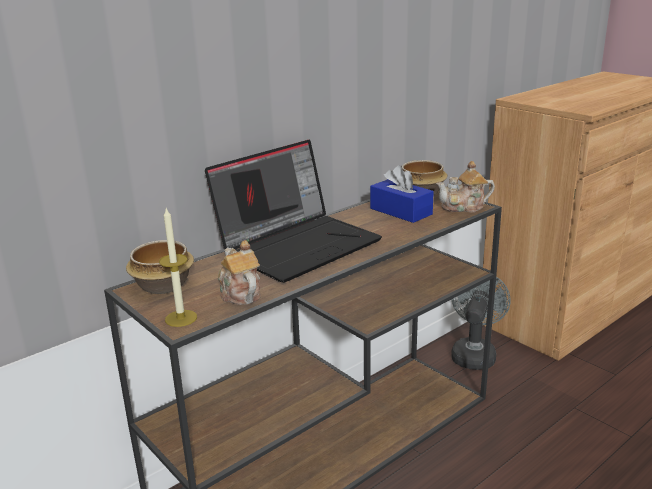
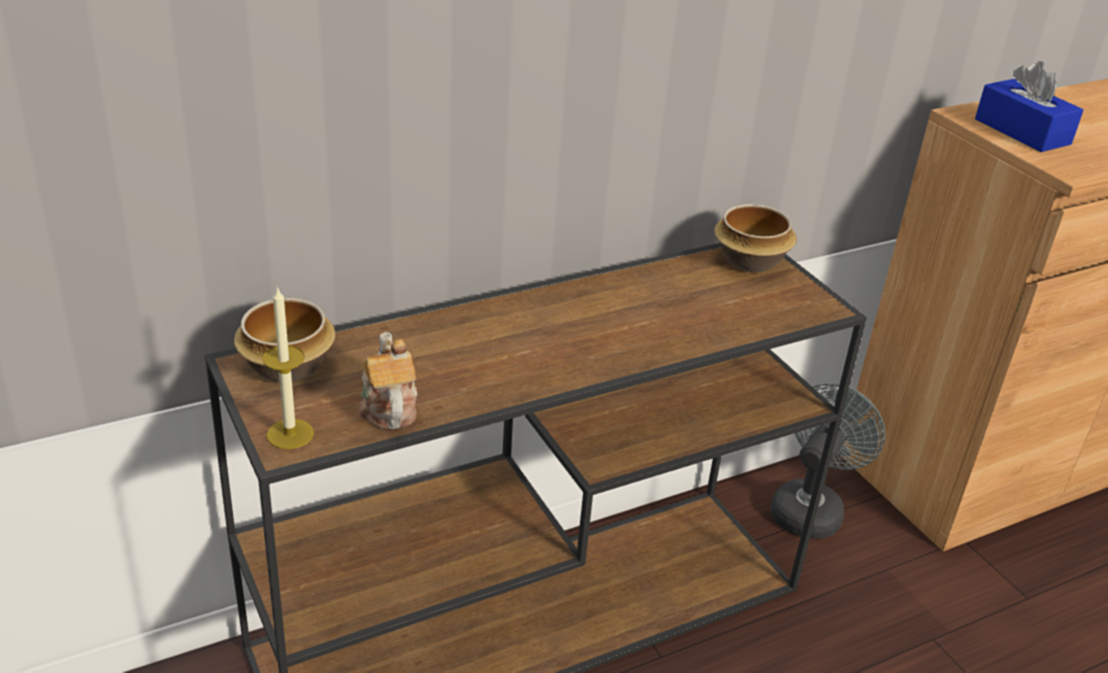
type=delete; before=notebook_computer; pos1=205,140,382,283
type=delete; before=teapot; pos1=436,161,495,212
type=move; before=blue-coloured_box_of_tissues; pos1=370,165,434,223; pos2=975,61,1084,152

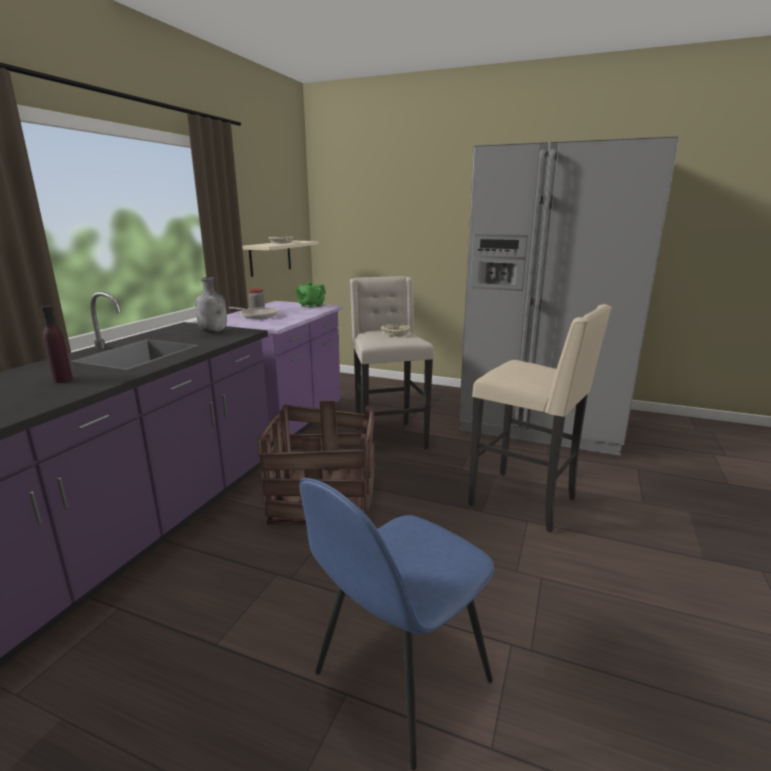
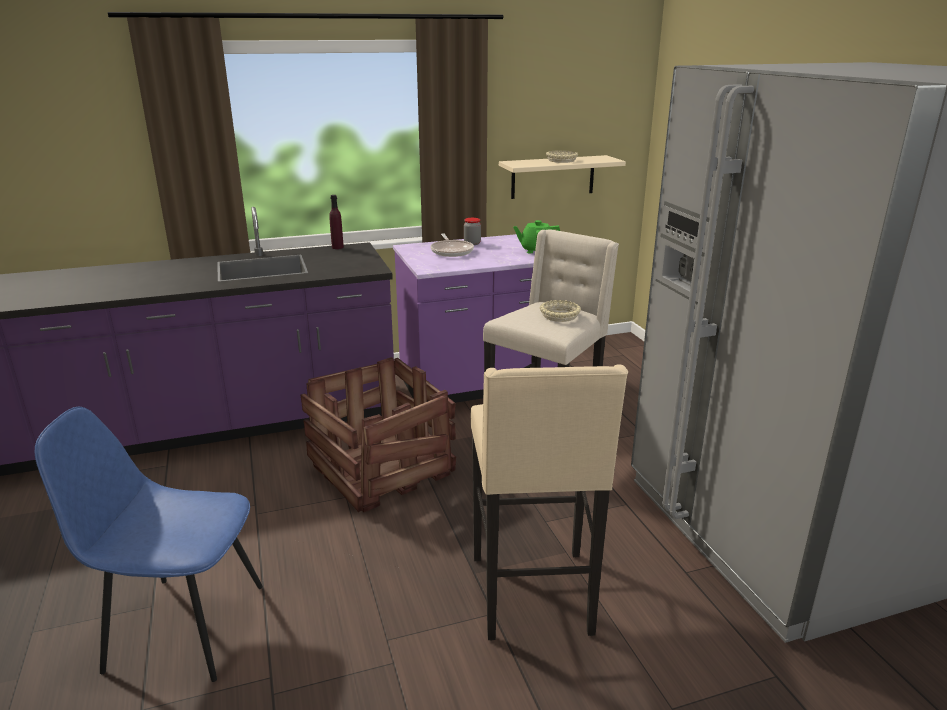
type=delete; before=greyish_drink_bottle; pos1=195,277,227,333
type=move; before=purple_drink_bottle; pos1=41,306,73,383; pos2=329,195,344,249

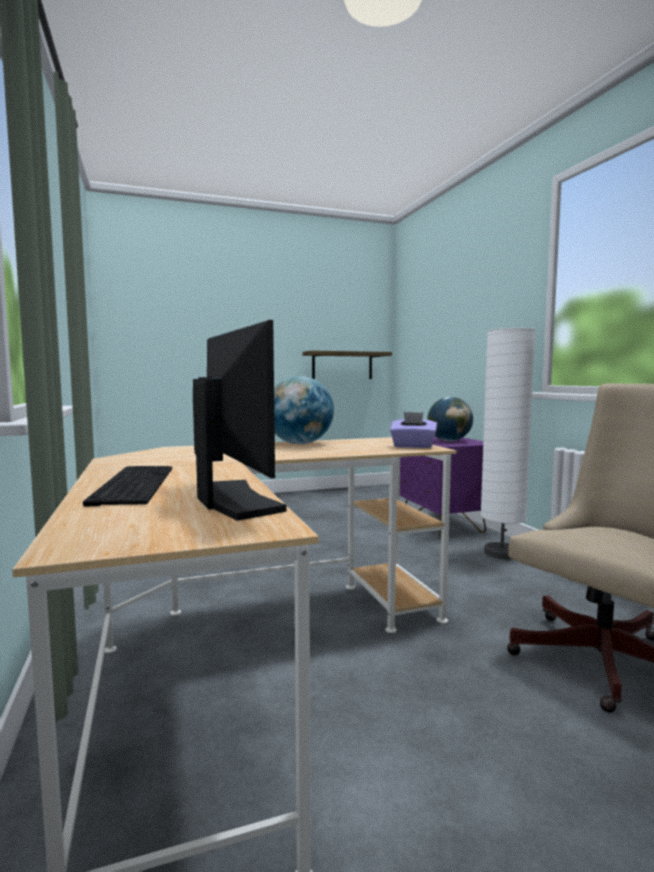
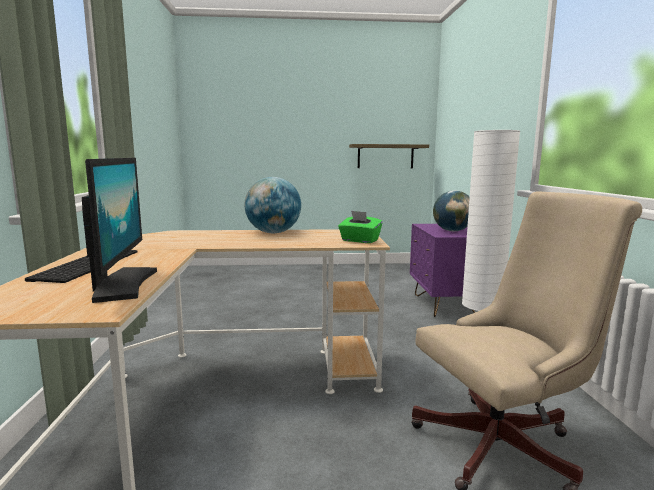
type=recolor; before=purple_box_of_tissues; after=green-coloured_box_of_tissues; pos1=390,412,437,448; pos2=338,211,383,243

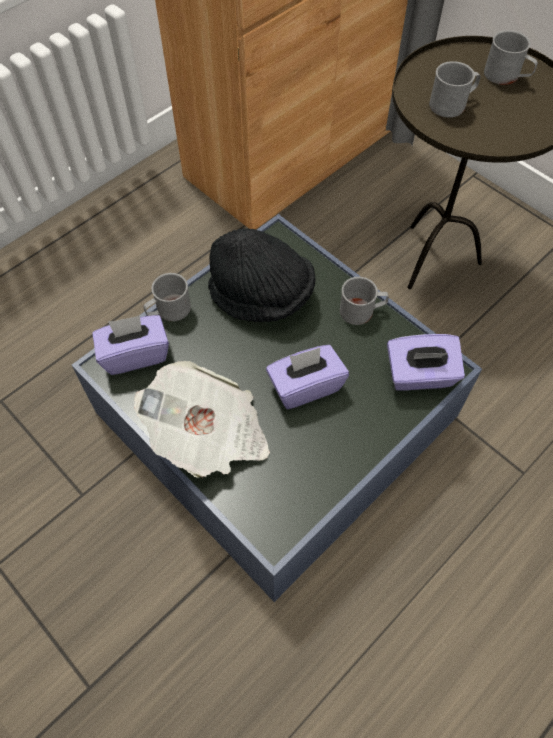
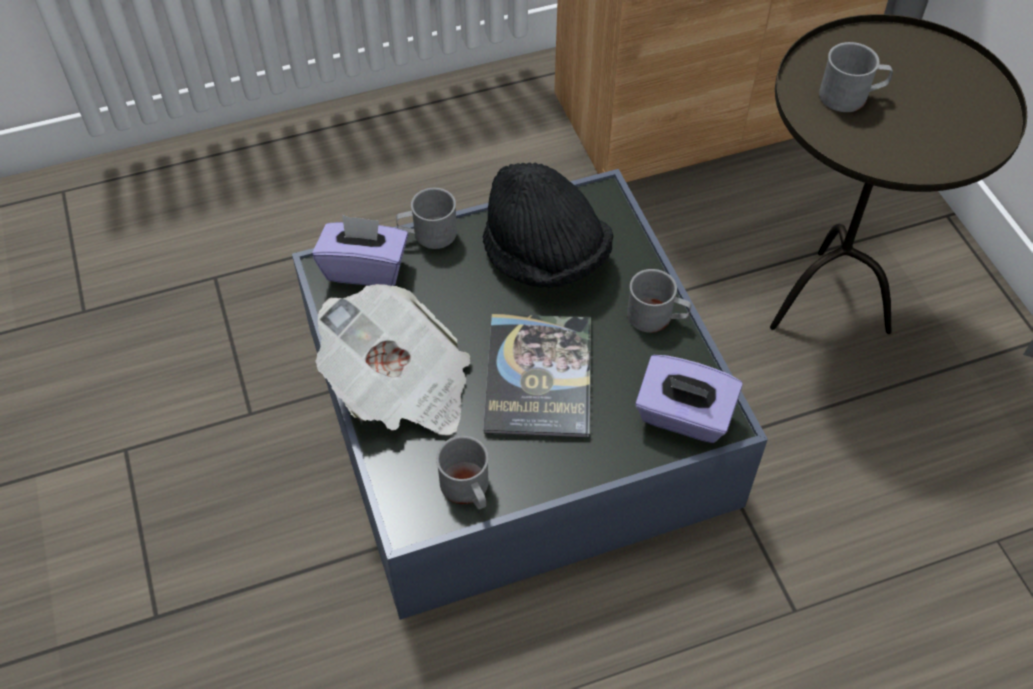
type=move; before=greyish_mug; pos1=484,30,538,85; pos2=436,436,489,510
type=replace; before=purple_box_of_tissues; after=bound_book; pos1=266,345,349,409; pos2=483,314,591,438

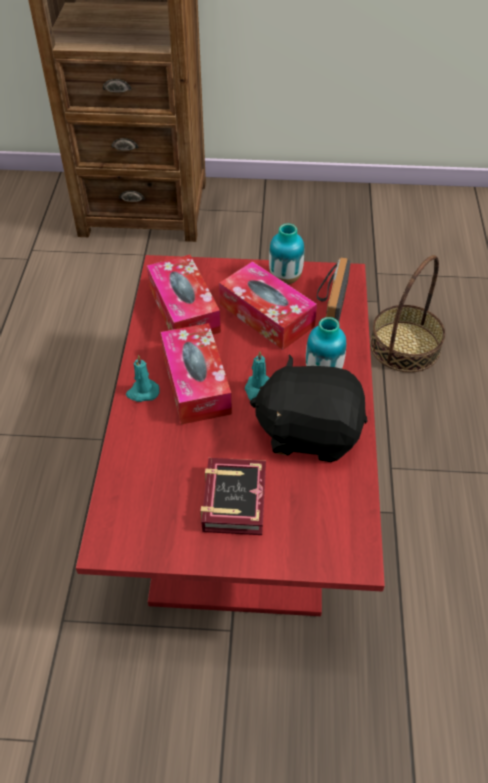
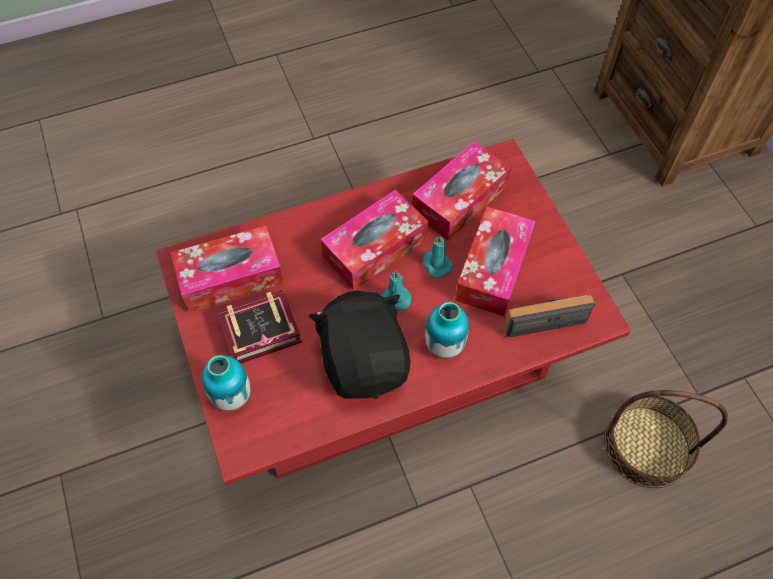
type=insert; after=box_of_tissues; pos2=171,226,284,312
type=move; before=turquoise-coloured_wax_candle; pos1=126,355,160,402; pos2=422,235,453,278
type=move; before=vase; pos1=269,223,304,284; pos2=202,355,251,412

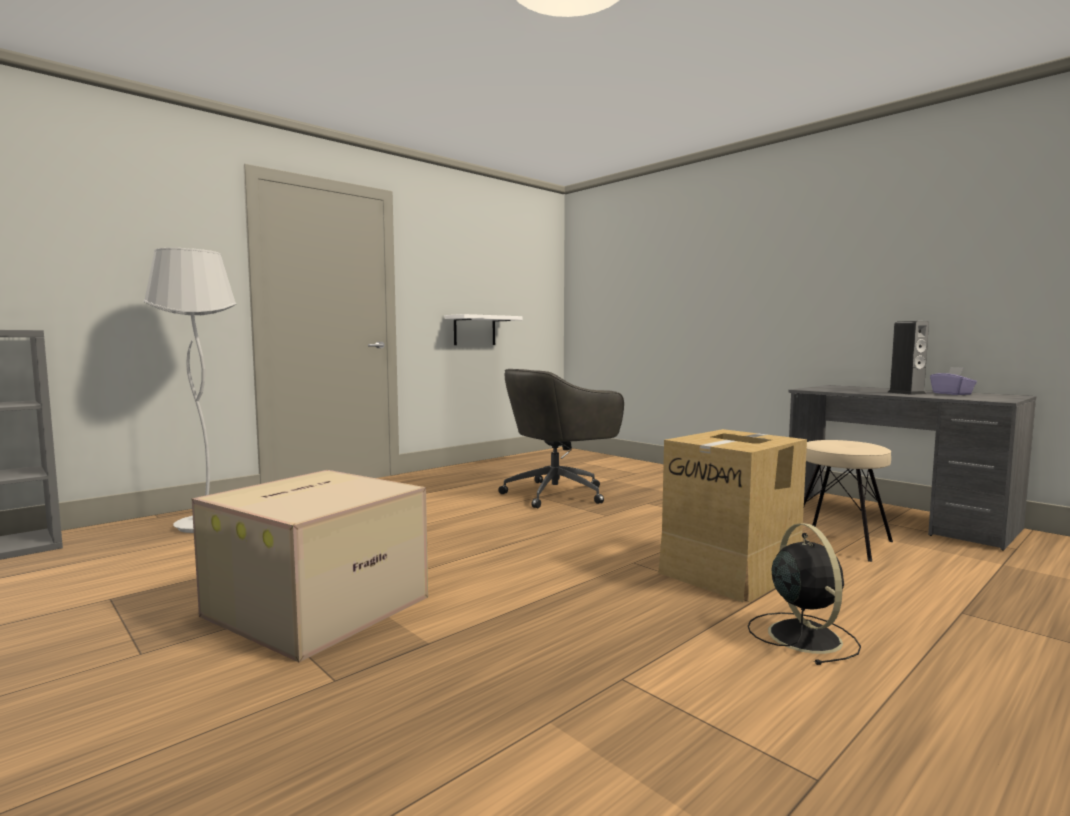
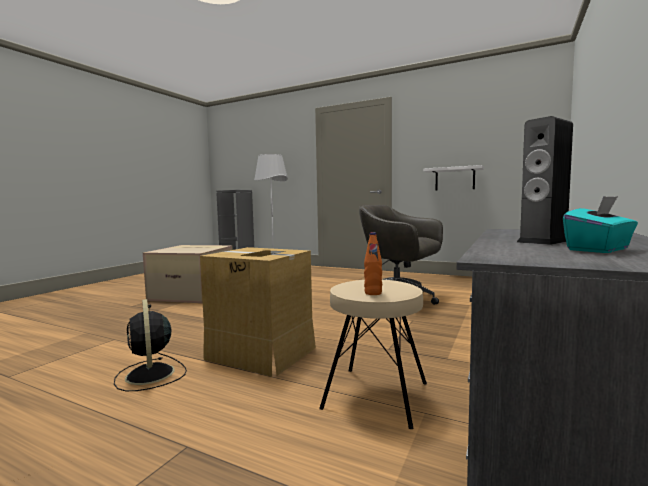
type=insert; after=orangey_drink_bottle; pos2=364,232,382,295
type=recolor; before=purple_box_of_tissues; after=turquoise-coloured_box_of_tissues; pos1=930,367,977,395; pos2=563,196,638,253
type=rotate; before=black_fan; pos1=748,523,861,665; pos2=114,299,187,391; turn=90

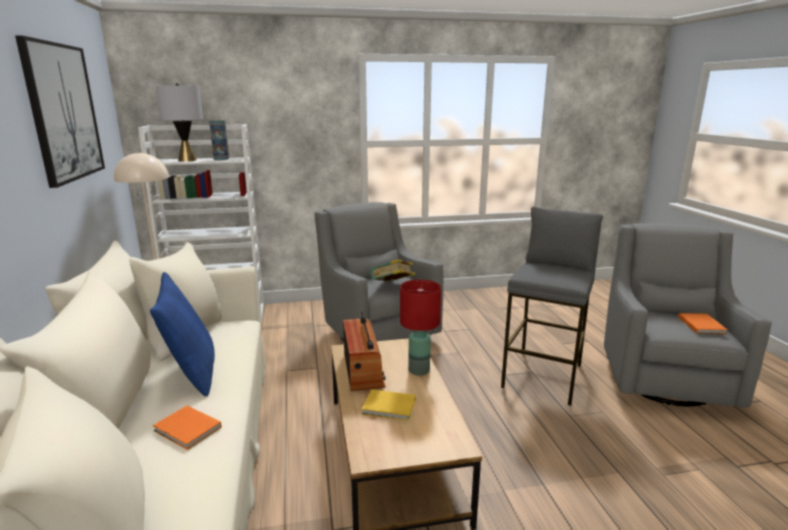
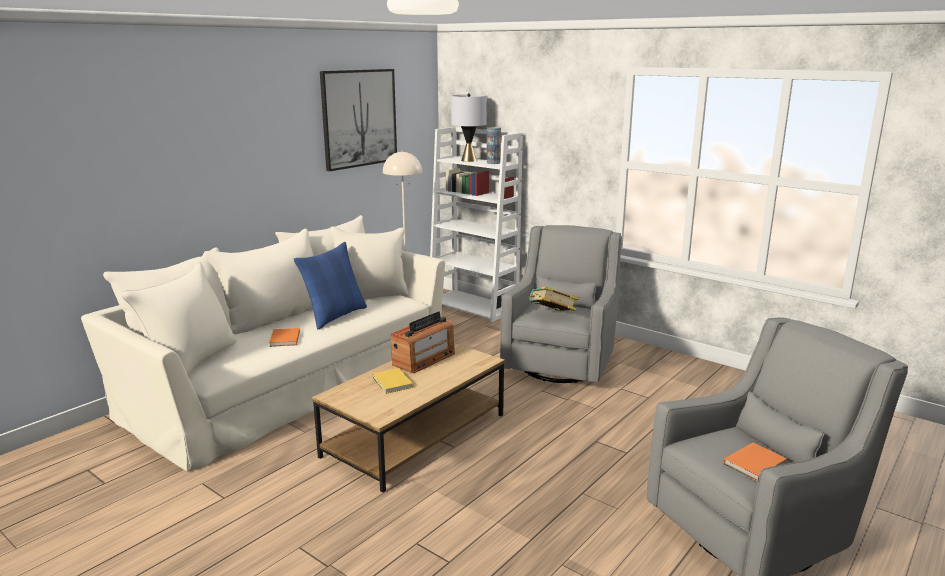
type=delete; before=red-coloured_tabletop_lamp; pos1=400,280,441,376
type=delete; before=greyish_stool_seat; pos1=501,207,603,405

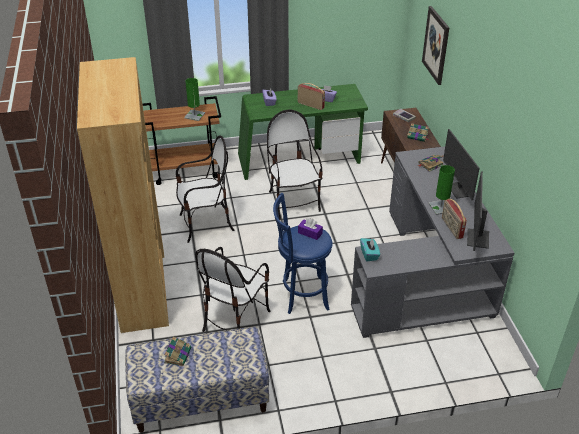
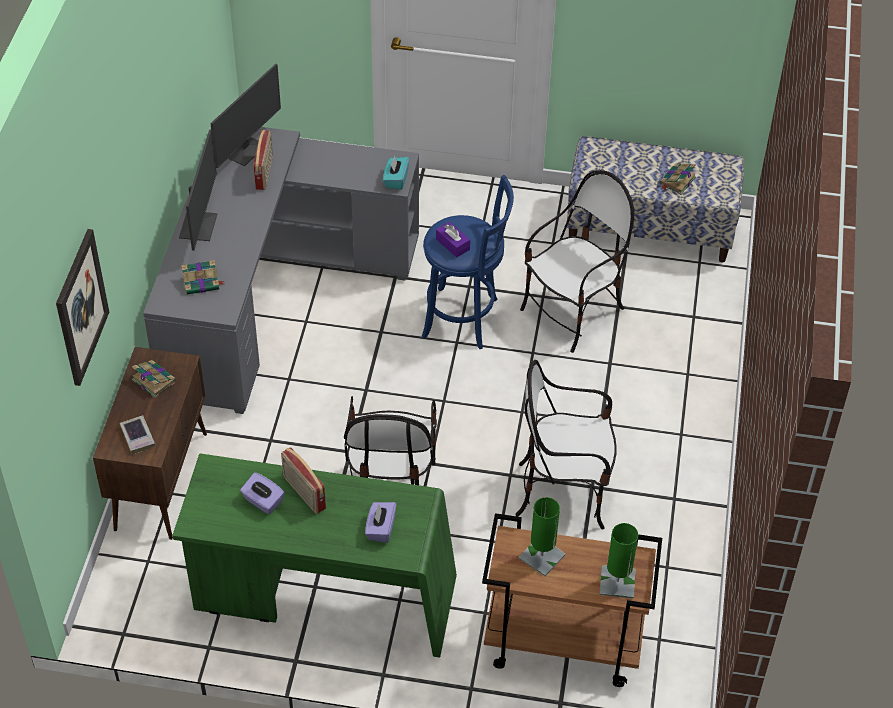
type=delete; before=brown-coloured_bookshelf; pos1=77,57,169,333
type=move; before=green-coloured_tabletop_lamp; pos1=429,165,455,215; pos2=600,523,638,599

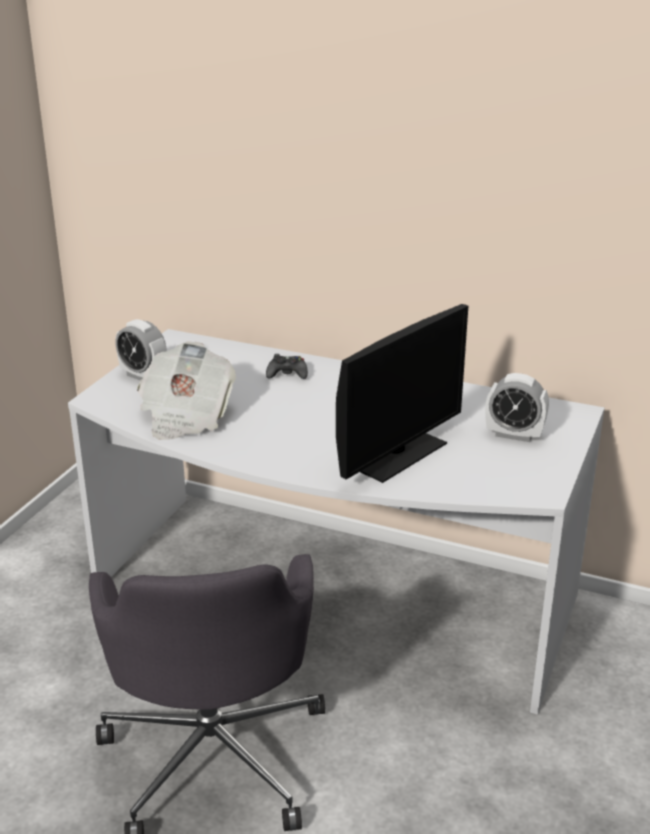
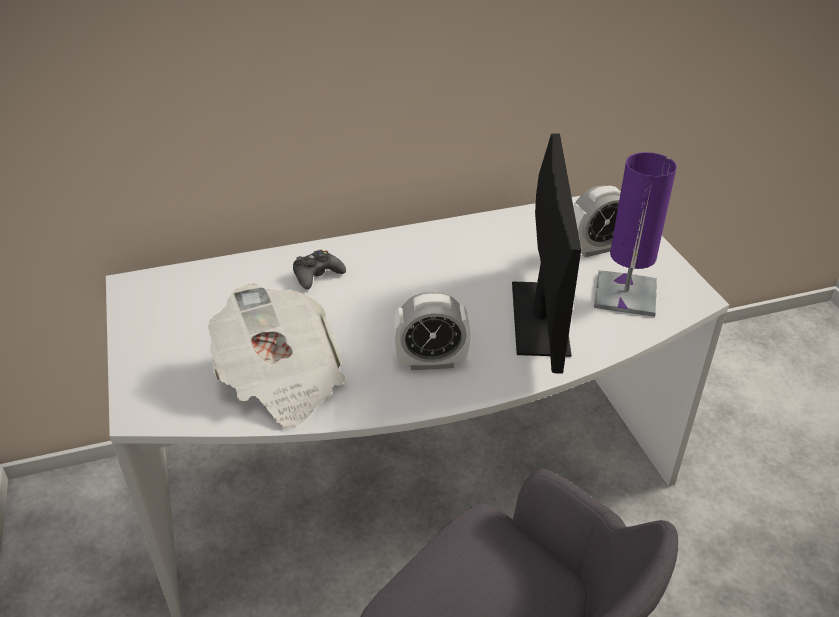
type=insert; after=purple_tabletop_lamp; pos2=594,152,677,317
type=move; before=alarm_clock; pos1=116,319,167,381; pos2=394,291,471,370

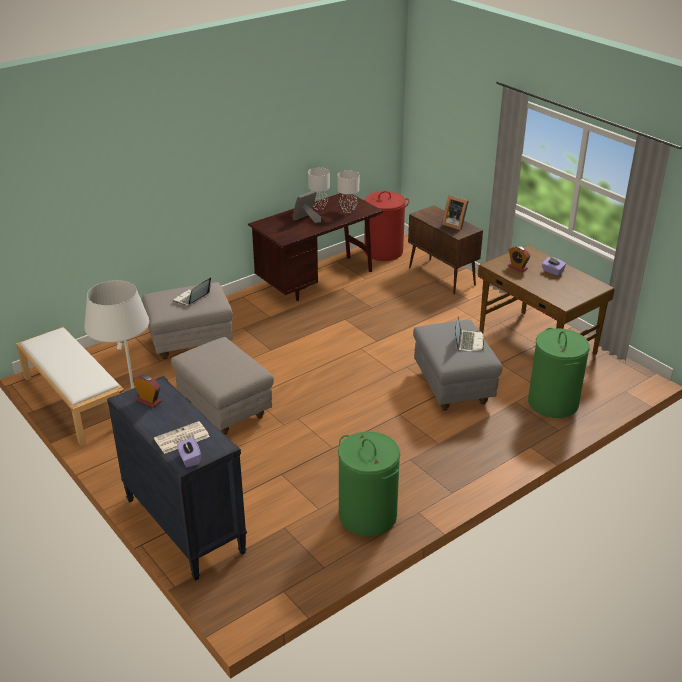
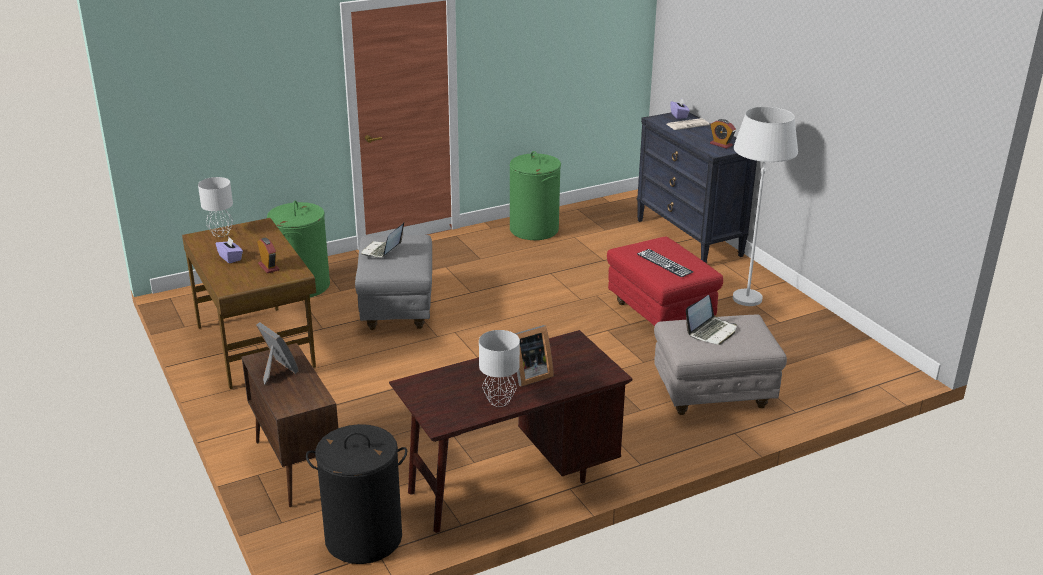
type=delete; before=white_bench; pos1=16,327,124,445
type=insert; after=computer_keyboard; pos2=637,249,693,277
type=move; before=greyish_tabletop_lamp; pos1=337,170,359,213; pos2=198,177,233,237
type=recolor; before=greyish_pouffe; after=red-coloured_pouffe; pos1=171,337,274,435; pos2=607,236,723,326
type=recolor; before=red-coloured_laundry_basket; after=black_laundry_basket; pos1=364,191,409,261; pos2=306,424,407,564

